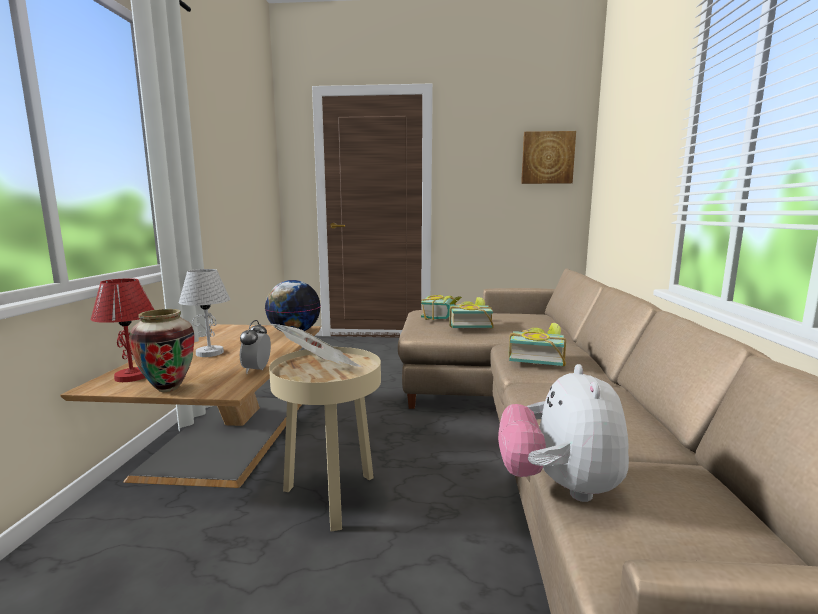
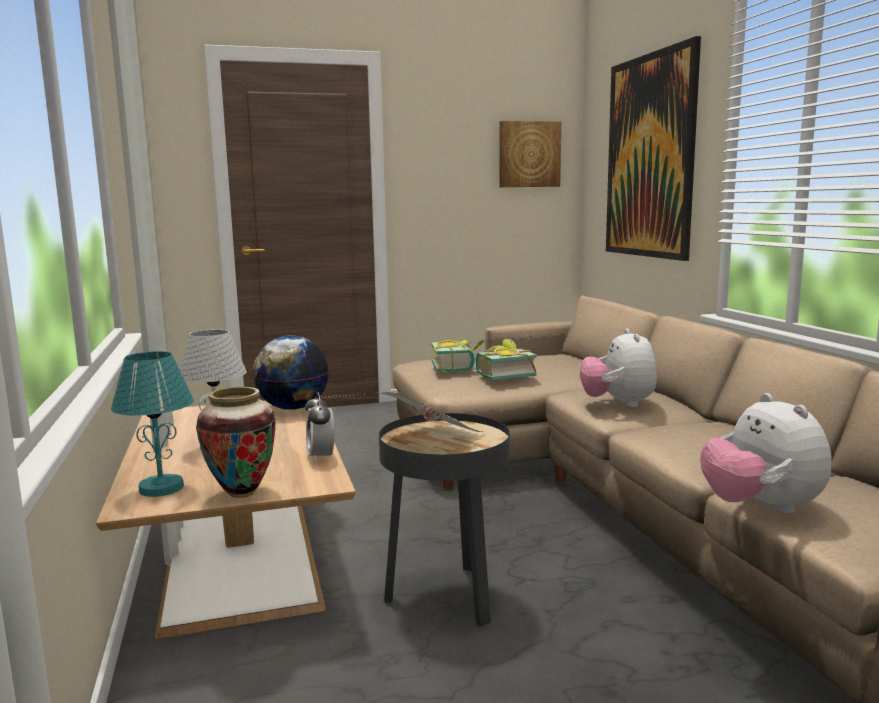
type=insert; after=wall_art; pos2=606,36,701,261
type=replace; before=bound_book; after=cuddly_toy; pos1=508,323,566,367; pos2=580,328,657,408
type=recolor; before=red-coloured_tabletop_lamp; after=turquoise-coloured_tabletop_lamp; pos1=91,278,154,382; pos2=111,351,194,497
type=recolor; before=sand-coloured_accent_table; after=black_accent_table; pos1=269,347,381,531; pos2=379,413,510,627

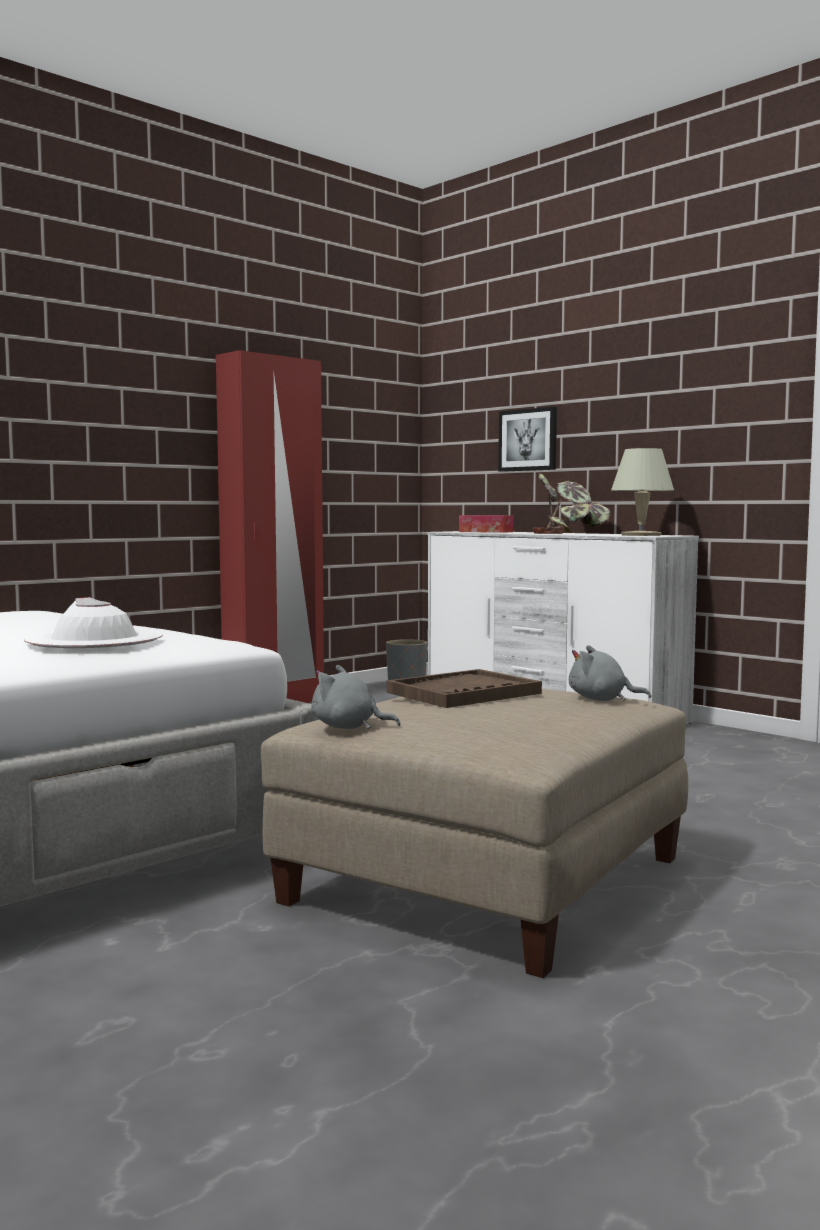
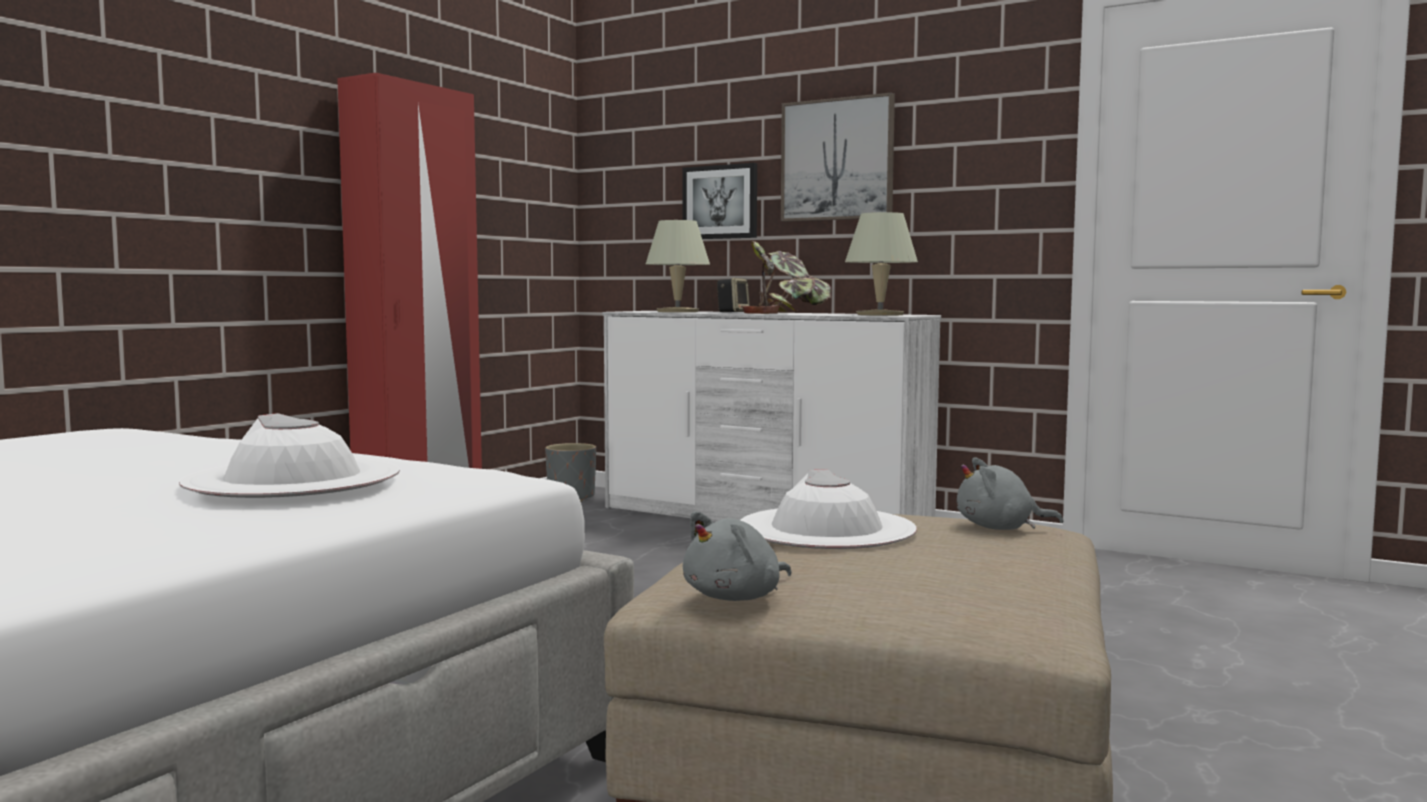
type=insert; after=speaker; pos2=717,278,750,312
type=insert; after=wall_art; pos2=781,92,895,222
type=replace; before=brown-coloured_serving_tray; after=white_wearable_hat; pos1=386,669,542,708; pos2=740,470,917,549
type=replace; before=box_of_tissues; after=sand-coloured_tabletop_lamp; pos1=459,515,514,533; pos2=646,220,710,312
type=rotate; before=greyish_cuddly_toy; pos1=311,665,400,729; pos2=683,511,792,601; turn=-45

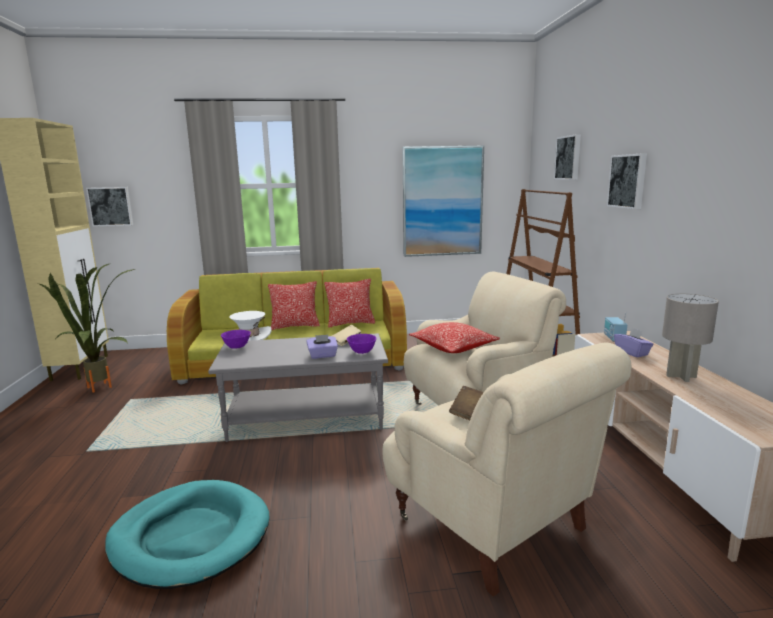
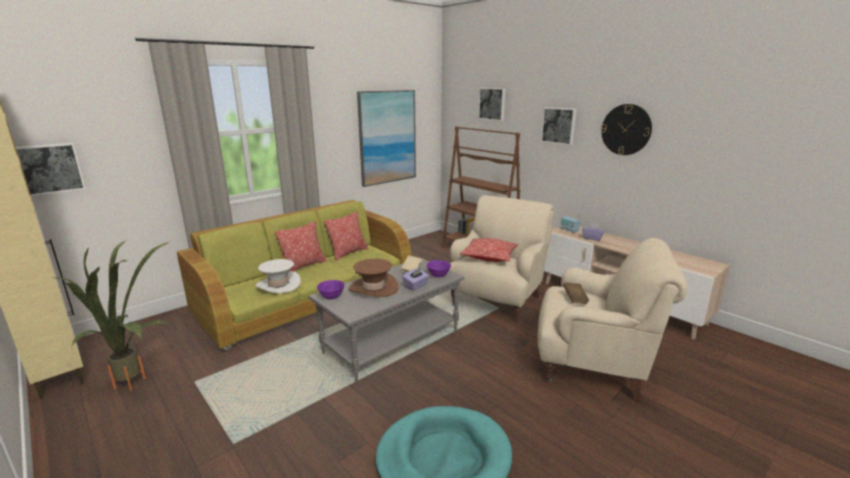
type=delete; before=greyish_tabletop_lamp; pos1=662,294,719,382
type=insert; after=brown-coloured_wearable_hat; pos2=349,259,398,297
type=insert; after=wall_clock; pos2=601,104,652,155

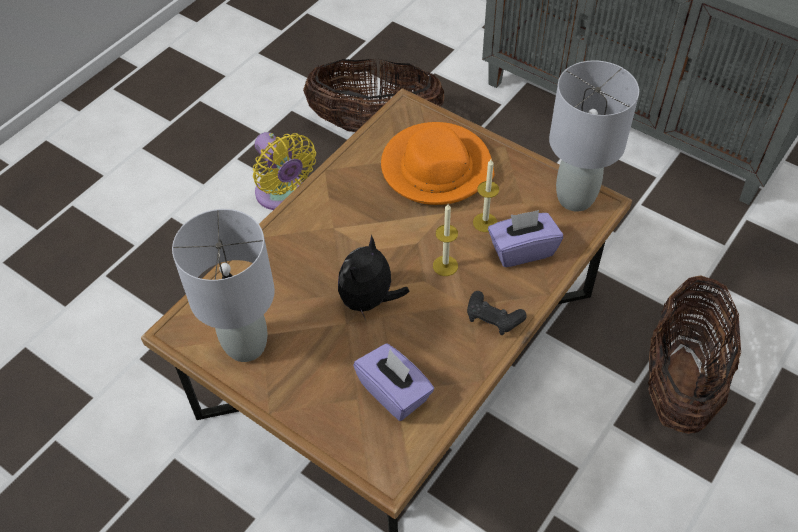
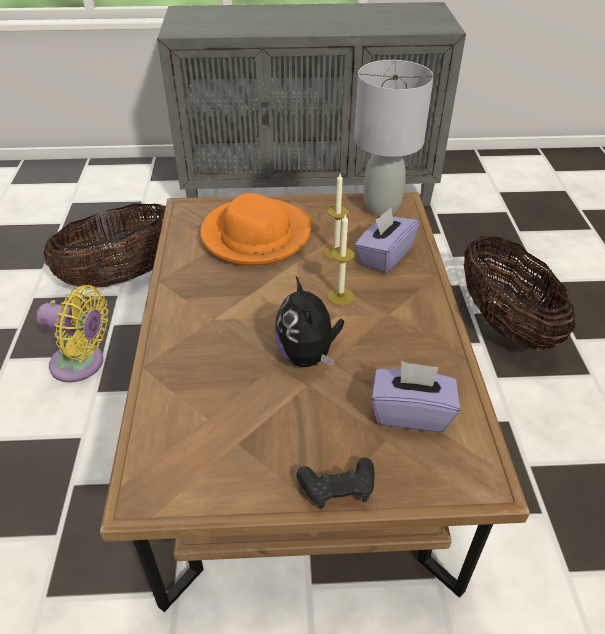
type=delete; before=greyish_tabletop_lamp; pos1=172,209,275,362
type=move; before=black_game_controller; pos1=467,291,527,335; pos2=296,457,375,509

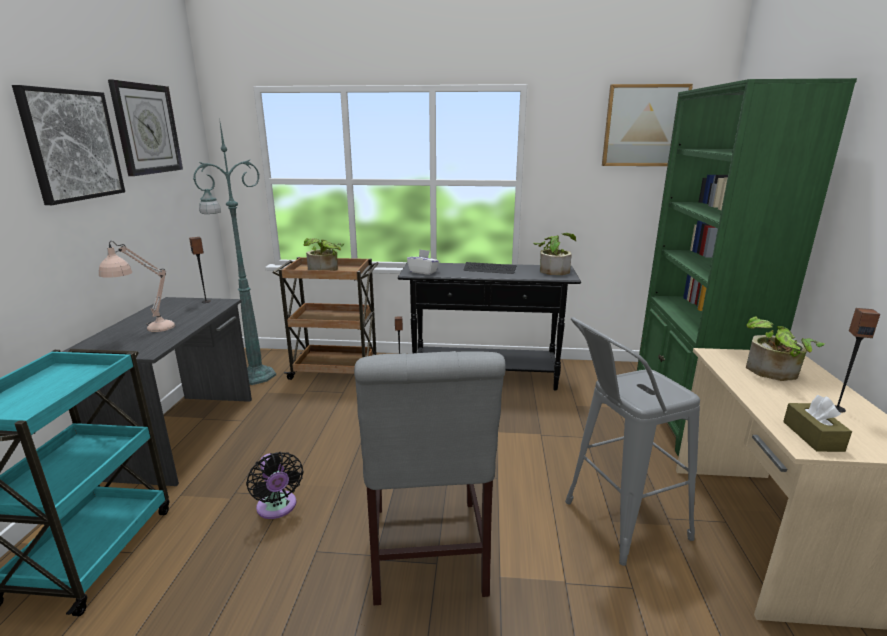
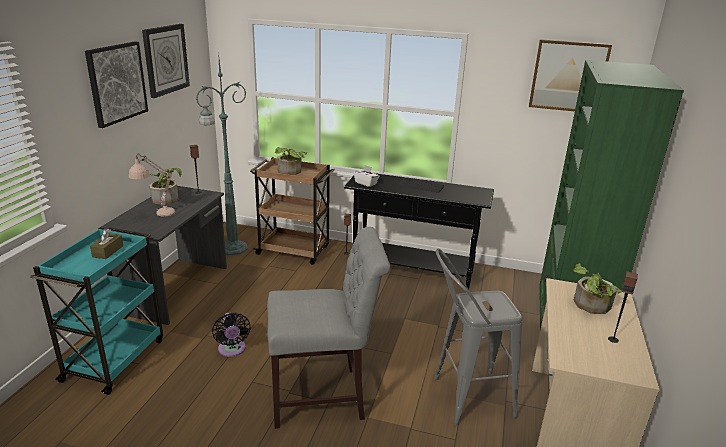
type=move; before=houseplant; pos1=533,233,576,275; pos2=149,168,182,205
type=move; before=brown-coloured_box_of_tissues; pos1=783,395,852,452; pos2=90,229,123,259
type=rotate; before=greyish_chair; pos1=354,351,505,605; pos2=267,227,390,429; turn=-105

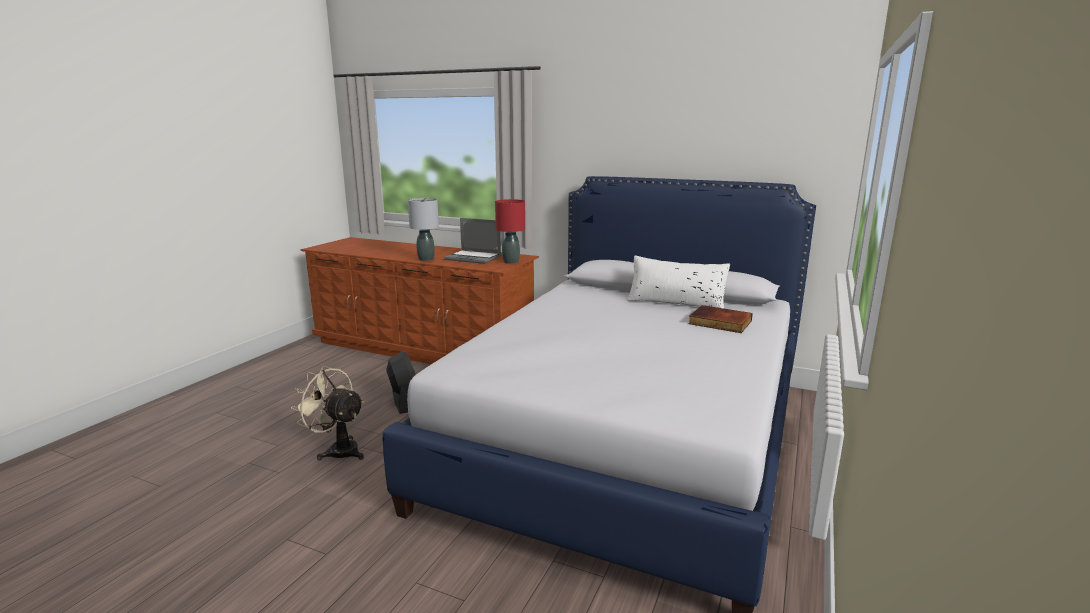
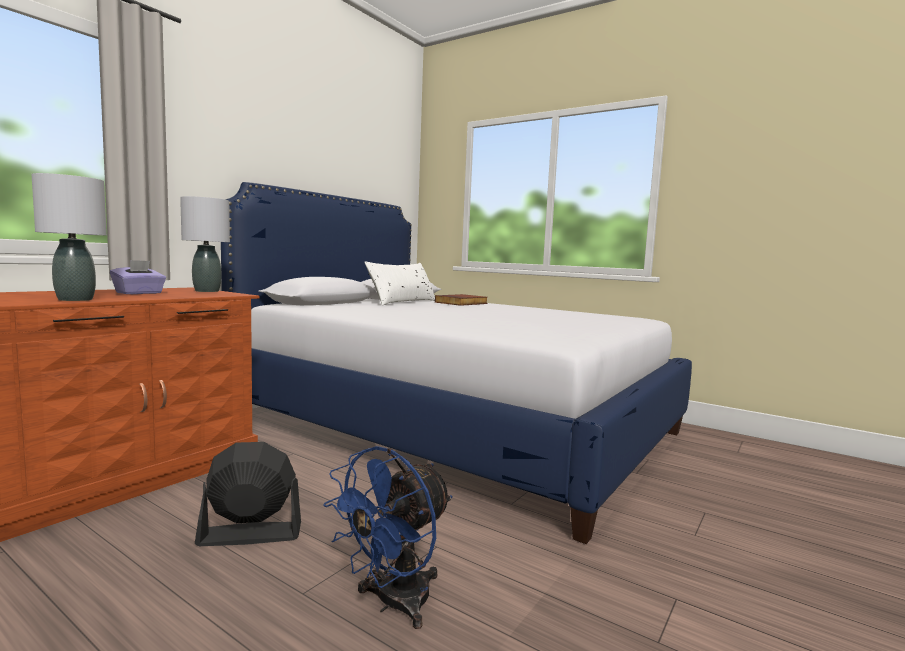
type=replace; before=notebook_computer; after=purple_box_of_tissues; pos1=444,218,501,264; pos2=110,260,166,294
type=recolor; before=sand-coloured_fan; after=blue-coloured_fan; pos1=291,366,364,460; pos2=323,446,452,629
type=recolor; before=red-coloured_tabletop_lamp; after=greyish_tabletop_lamp; pos1=495,199,525,264; pos2=180,196,230,292

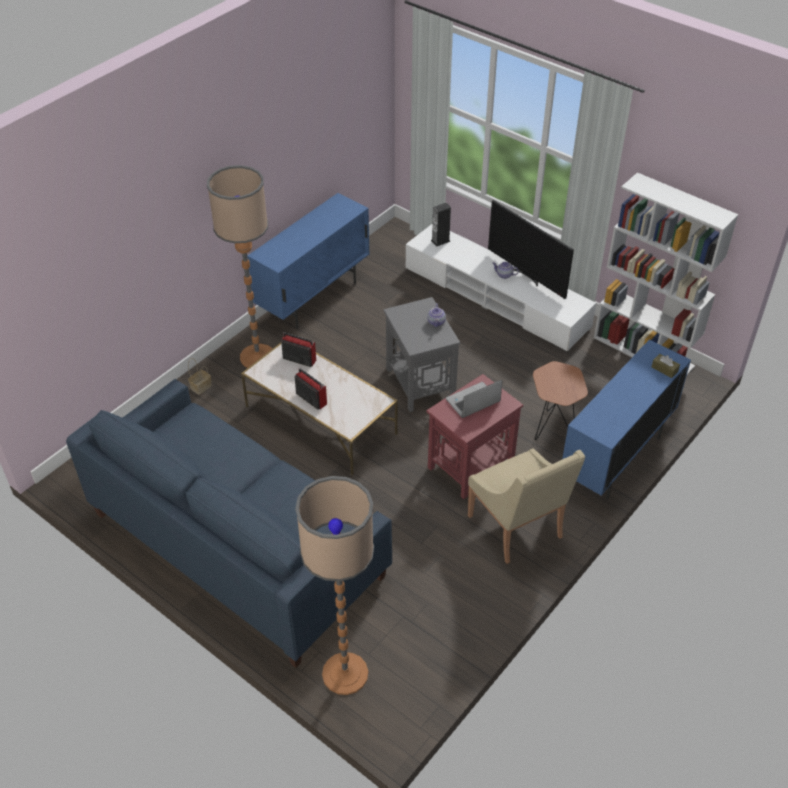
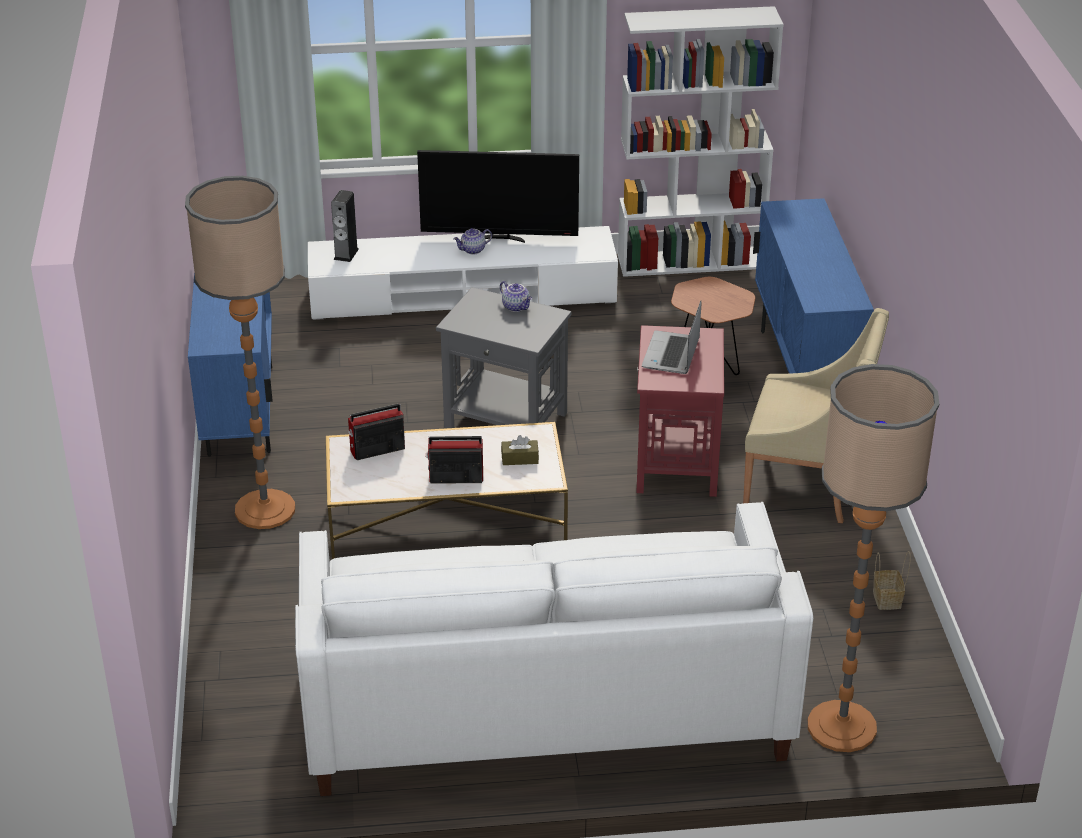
type=move; before=basket; pos1=188,358,212,395; pos2=873,551,911,610
type=move; before=brown-coloured_box_of_tissues; pos1=652,354,680,378; pos2=501,435,539,465
type=recolor; before=blue-coloured_couch; after=white_couch; pos1=66,379,392,668; pos2=295,502,813,796

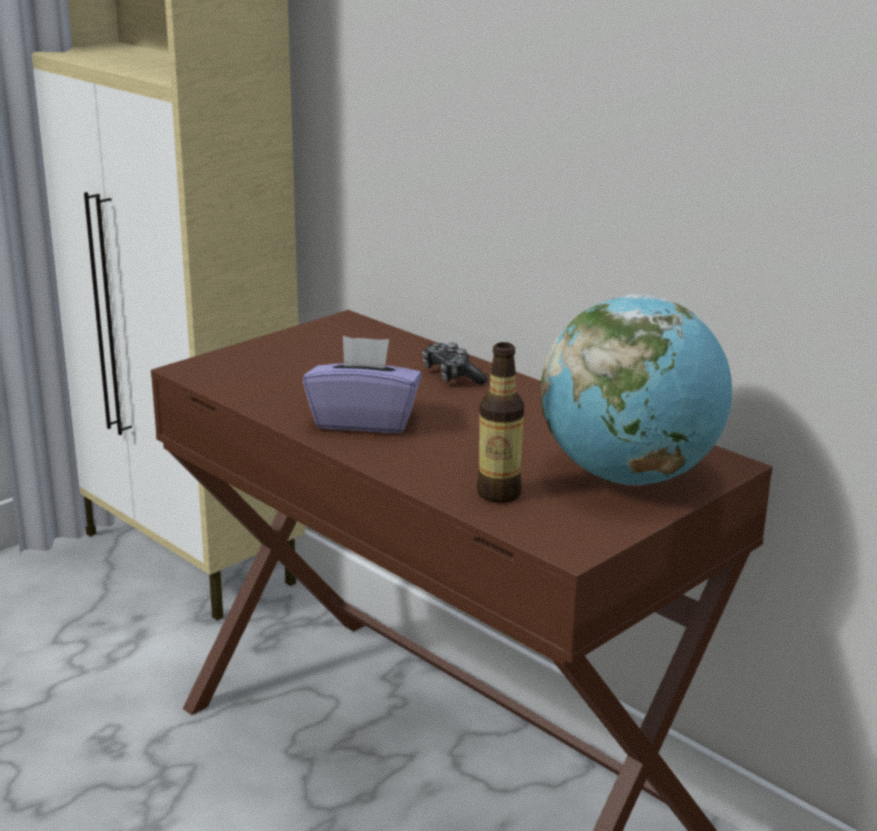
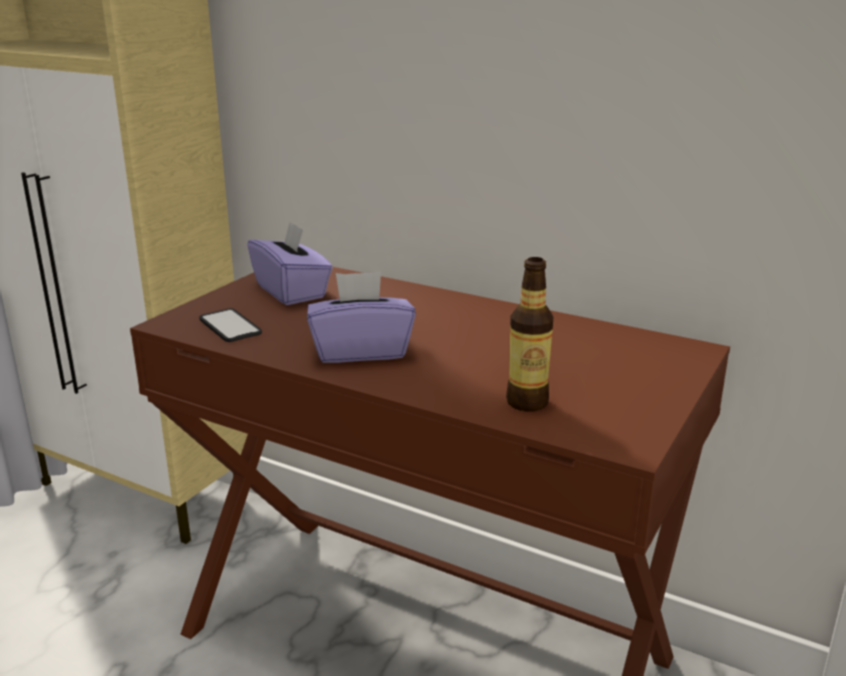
type=delete; before=game_controller; pos1=422,343,487,385
type=delete; before=globe; pos1=541,294,732,486
type=insert; after=phone; pos2=199,308,262,342
type=insert; after=purple_box_of_tissues; pos2=247,221,333,305

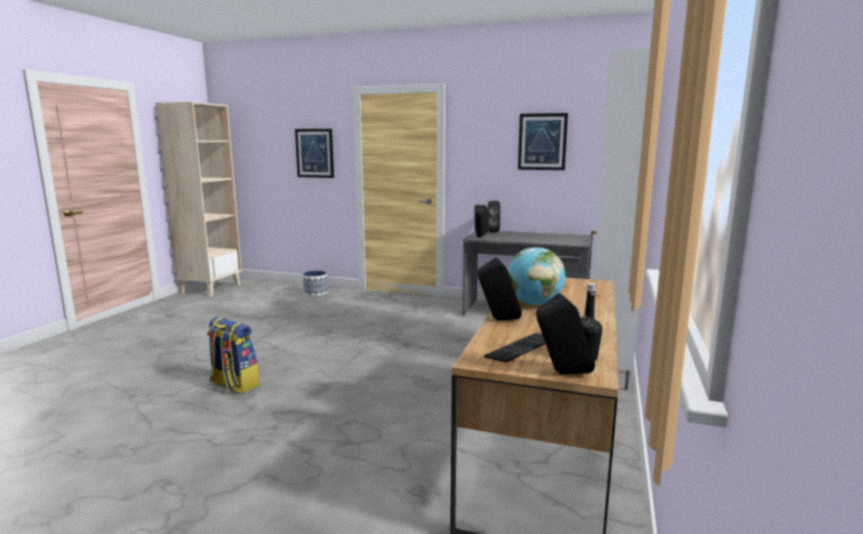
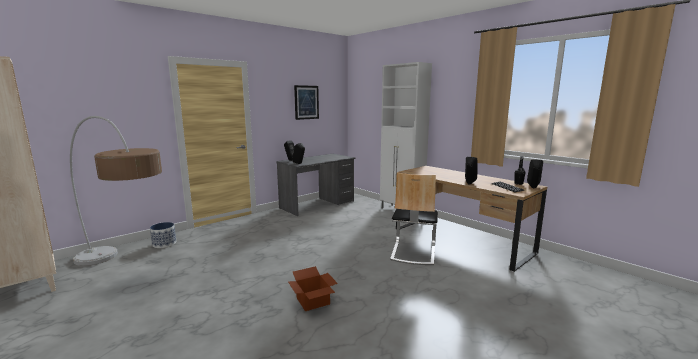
type=delete; before=wall_art; pos1=295,129,334,178
type=delete; before=globe; pos1=508,247,565,305
type=insert; after=standing_lamp; pos2=70,116,162,266
type=insert; after=chair; pos2=390,172,438,265
type=replace; before=backpack; after=cardboard_box; pos1=207,317,259,394; pos2=288,266,338,311

